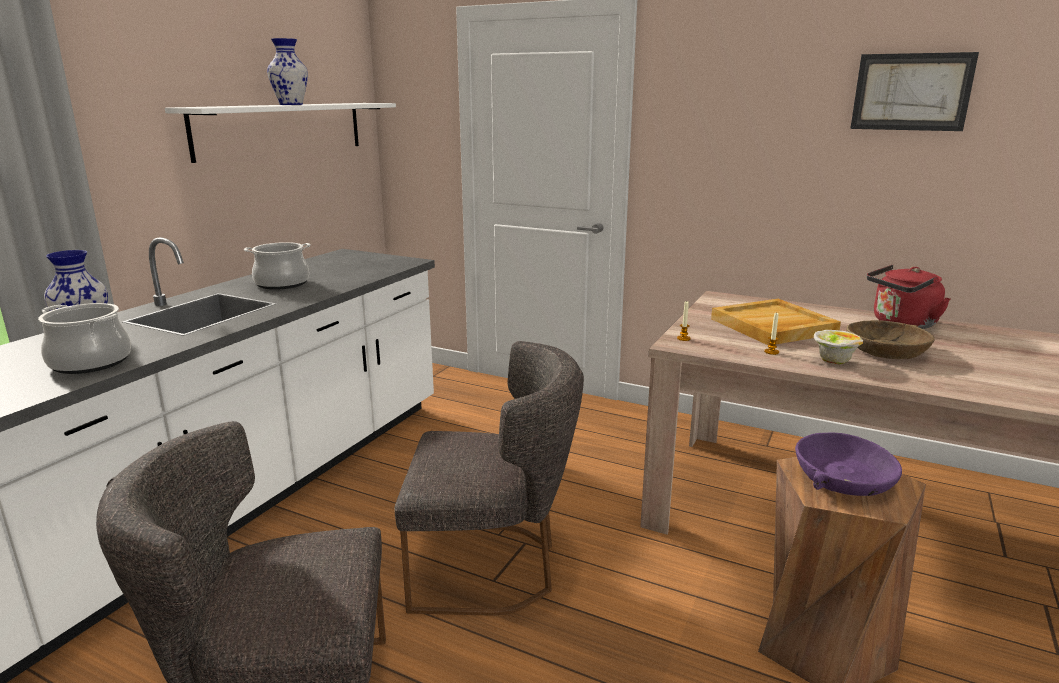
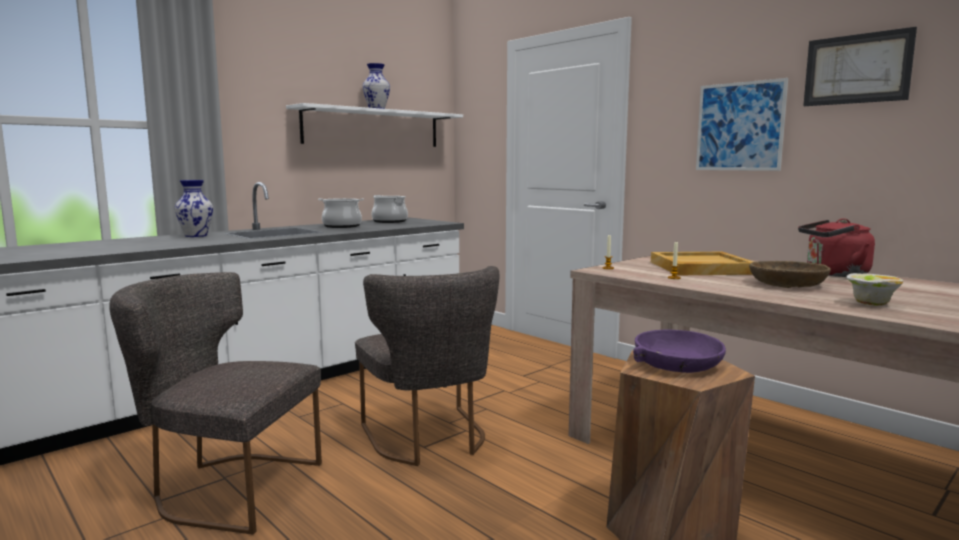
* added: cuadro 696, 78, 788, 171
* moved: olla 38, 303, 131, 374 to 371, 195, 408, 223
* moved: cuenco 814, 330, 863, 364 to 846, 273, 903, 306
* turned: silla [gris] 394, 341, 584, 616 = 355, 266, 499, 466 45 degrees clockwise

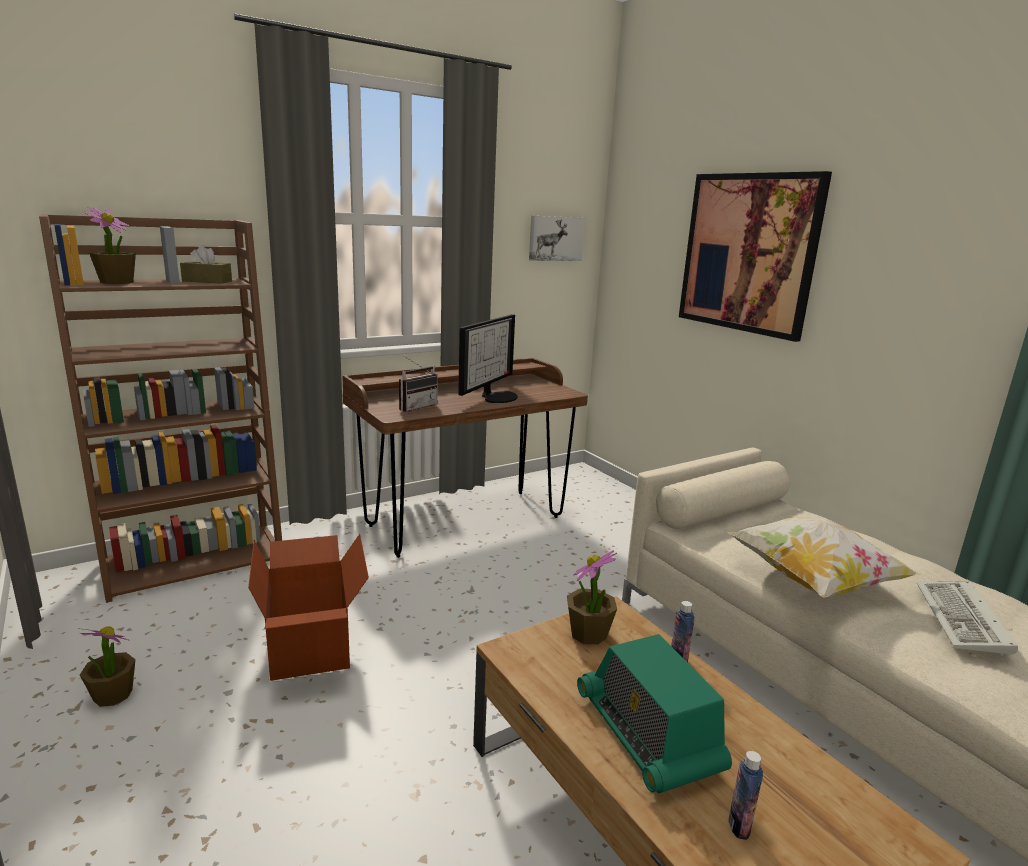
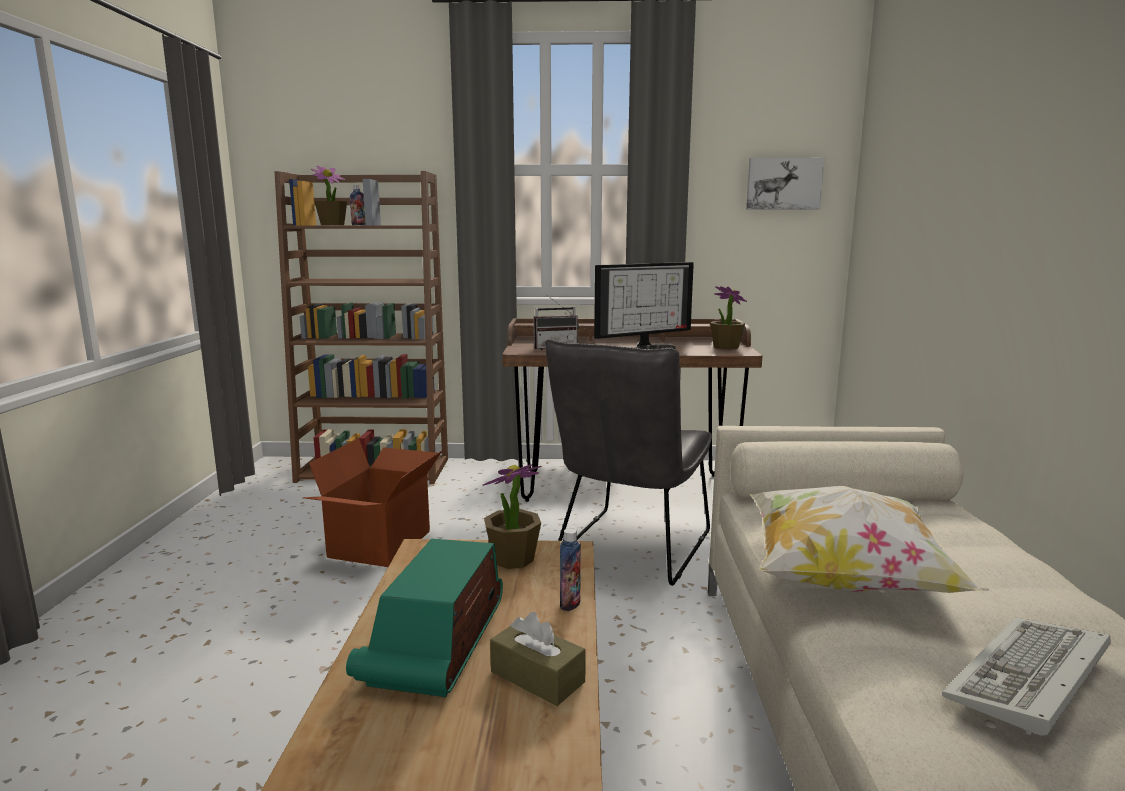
* removed: cuadro 679, 171, 832, 342
* added: silla [gris] 545, 339, 712, 586
* moved: planta en maceta 78, 627, 135, 707 to 710, 286, 747, 350
* moved: caja de pañuelos [marrón] 180, 245, 232, 284 to 490, 612, 586, 706
* moved: botella 729, 751, 763, 840 to 350, 185, 366, 225

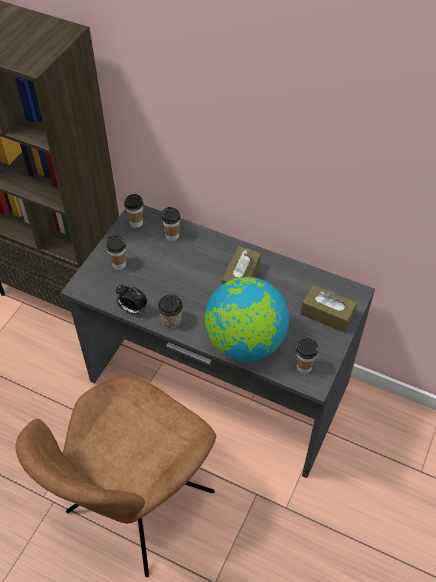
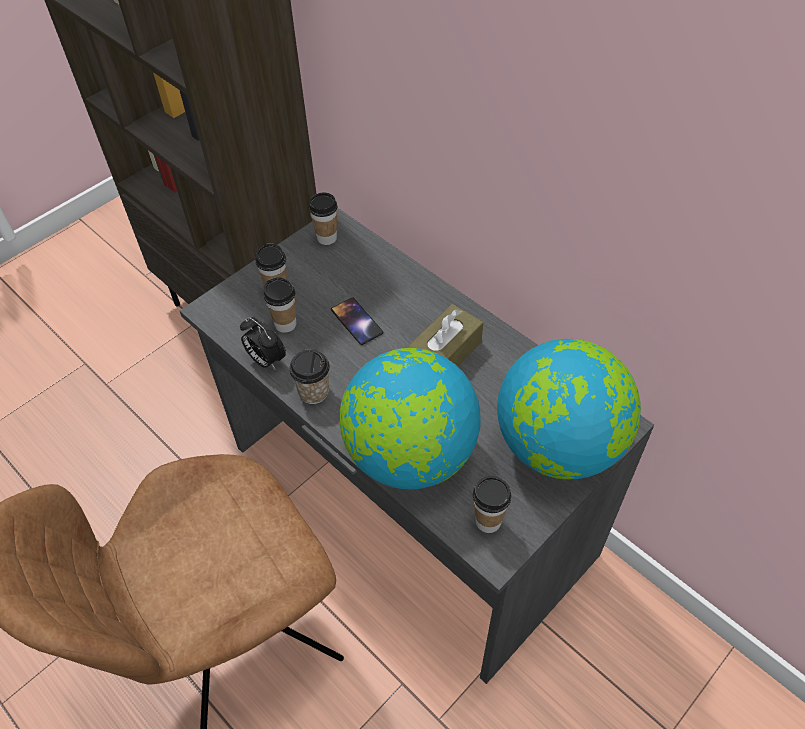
* added: móvil 331, 297, 383, 345
* moved: taza 161, 207, 181, 241 to 263, 277, 296, 333
* replaced: caja de pañuelos [marrón] 301, 285, 357, 333 to globo terráqueo 497, 339, 641, 479

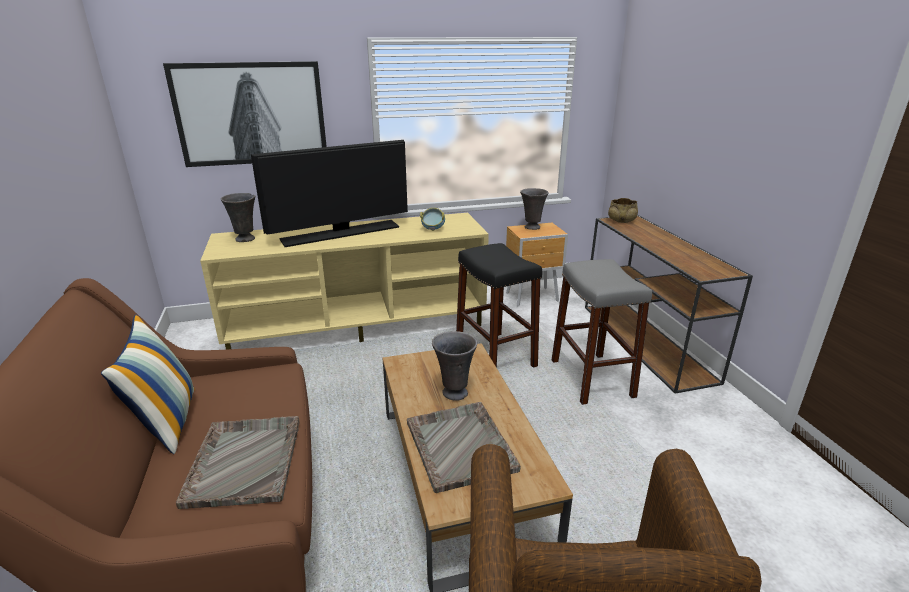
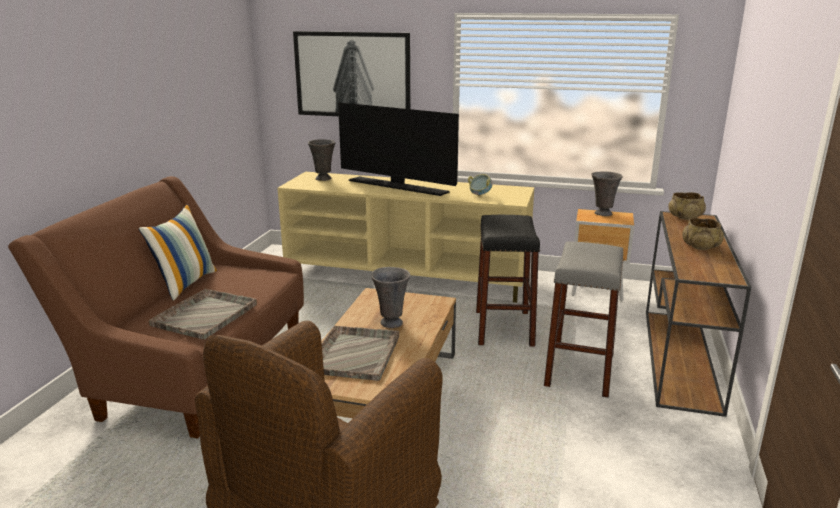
* added: cuenco [beis] 682, 218, 724, 250
* turned: televisor 251, 140, 408, 247 = 338, 102, 459, 196 150 degrees counterclockwise

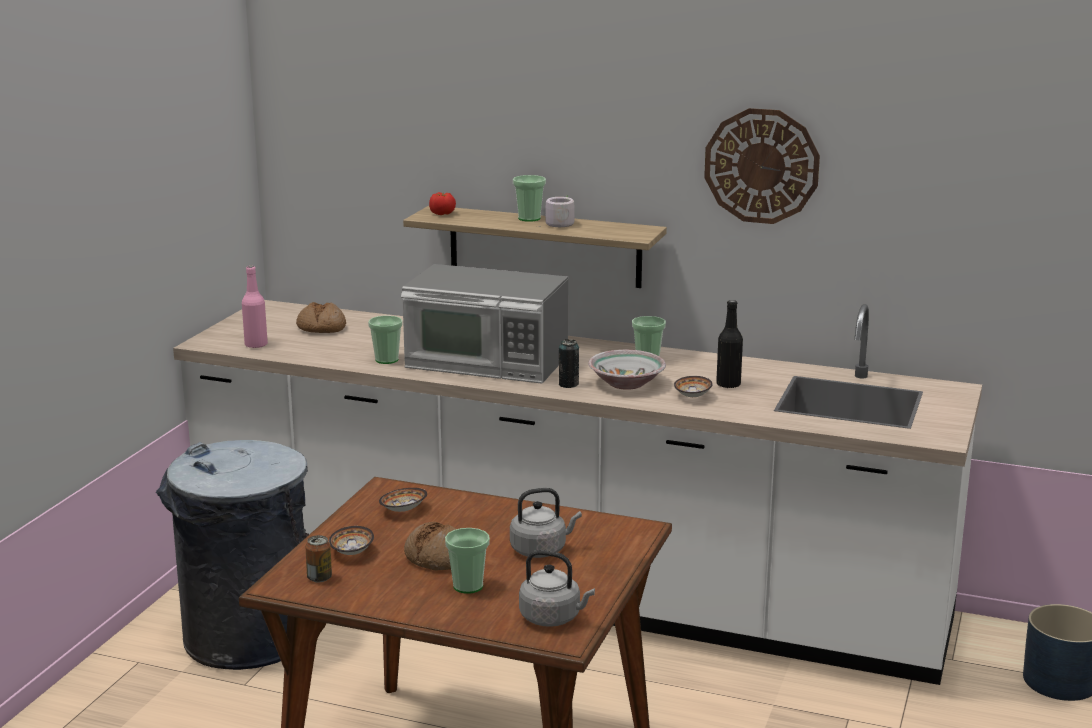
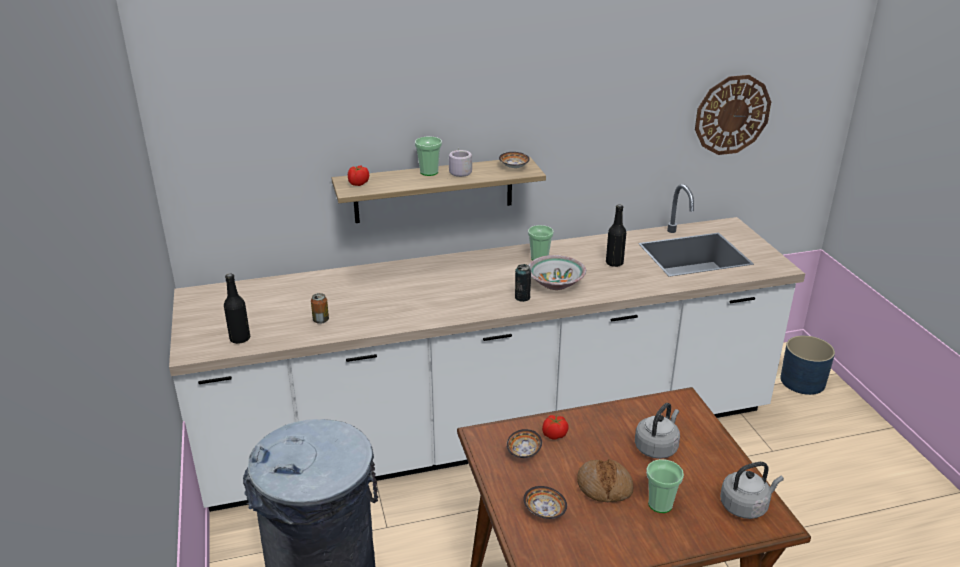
* removed: pan 296, 302, 346, 333
* removed: taza 368, 316, 403, 364
* removed: microondas 401, 264, 568, 384
* added: tomate 542, 415, 568, 440
* moved: lata 305, 535, 332, 582 to 311, 293, 329, 324
* moved: cuenco 674, 376, 713, 397 to 499, 152, 530, 168
* moved: reloj de pared 704, 108, 820, 224 to 695, 75, 771, 155
* recoloured: botella [rosa] 242, 266, 268, 348 to botella [negro] 224, 274, 250, 344

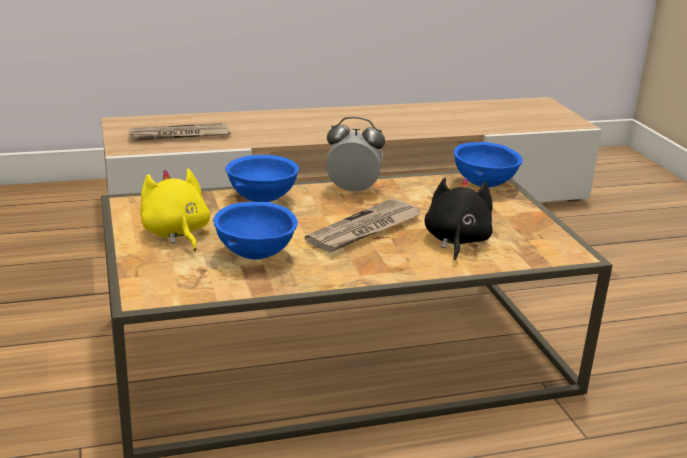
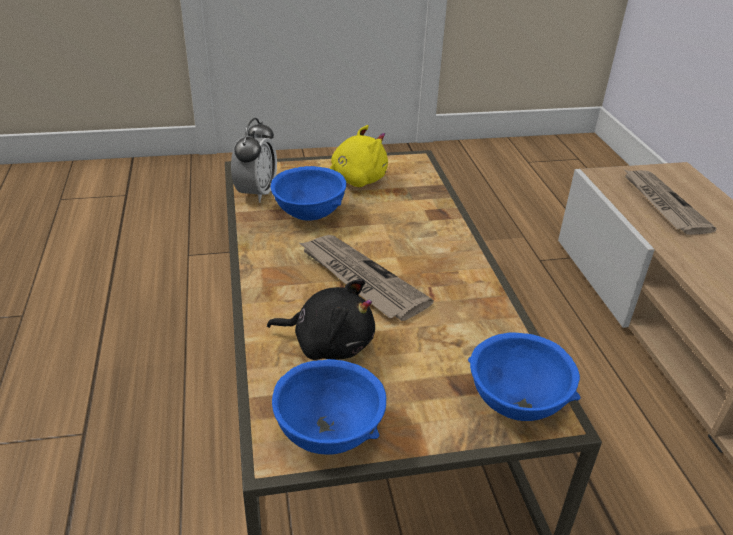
* moved: cuenco [azul] 225, 155, 299, 202 to 272, 359, 386, 455
* moved: despertador 326, 117, 385, 193 to 231, 118, 277, 203

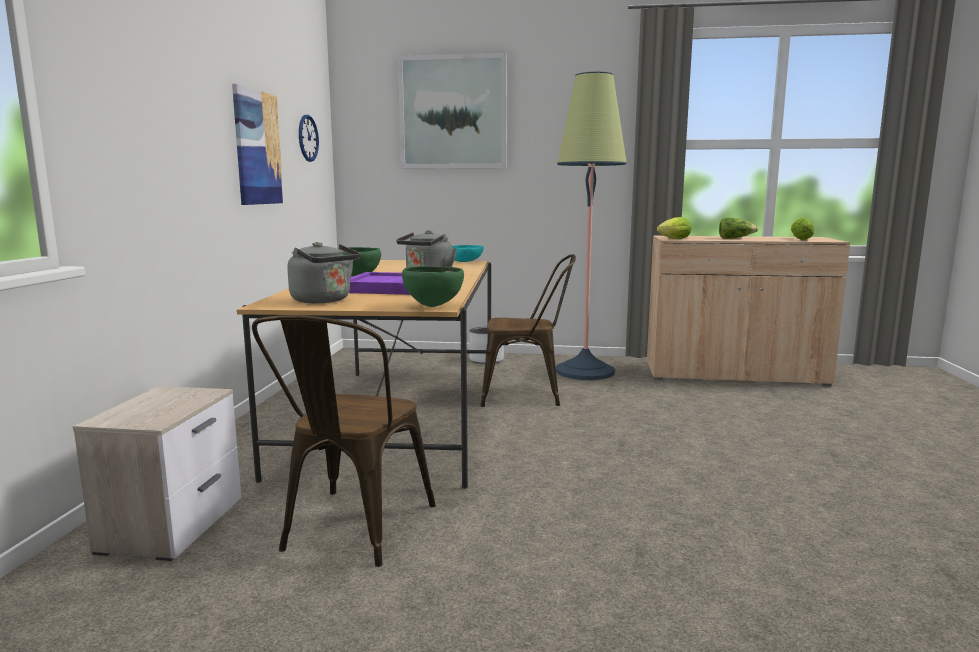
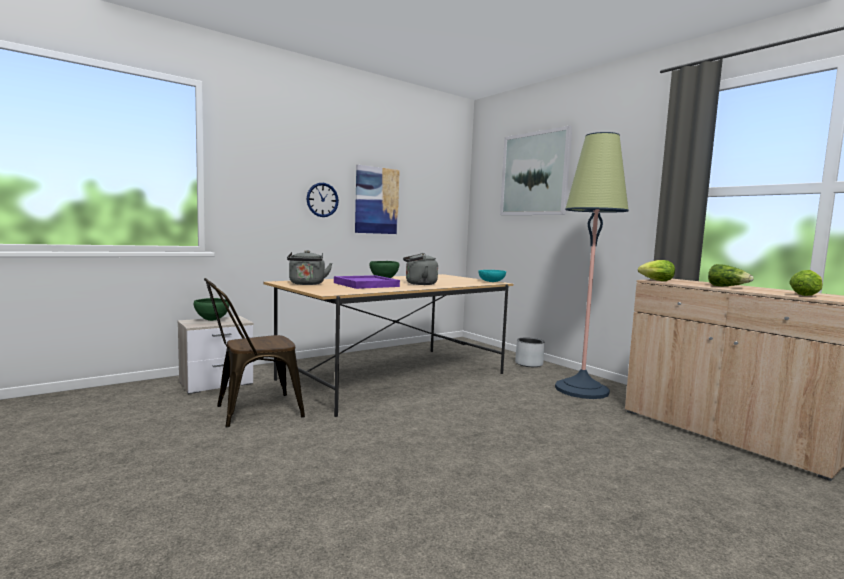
* removed: silla [marrón] 481, 254, 576, 407
* moved: reloj de pared 299, 115, 319, 162 to 307, 183, 339, 217
* moved: cuenco [verde] 402, 266, 464, 307 to 194, 298, 229, 321

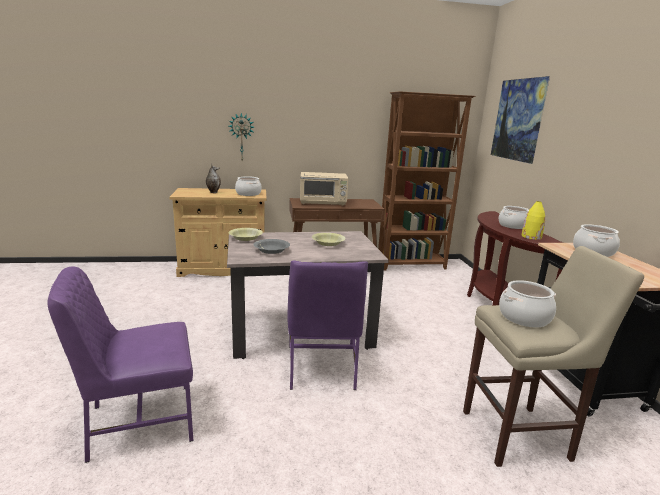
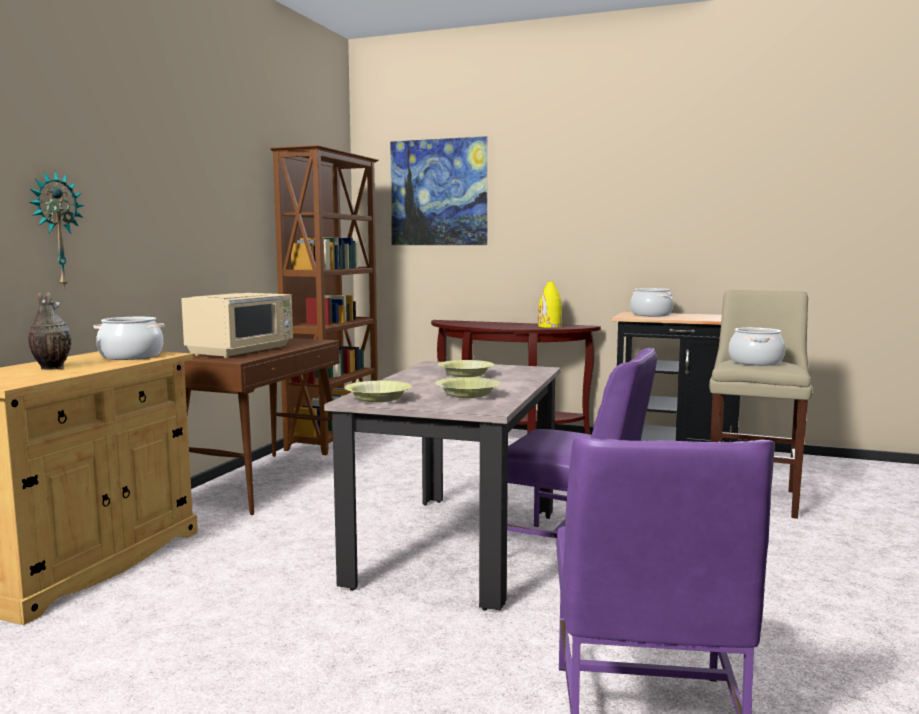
* removed: olla 499, 206, 529, 229
* recoloured: cuenco [gris] 253, 239, 290, 254 to cuenco [amarillo] 435, 377, 501, 398

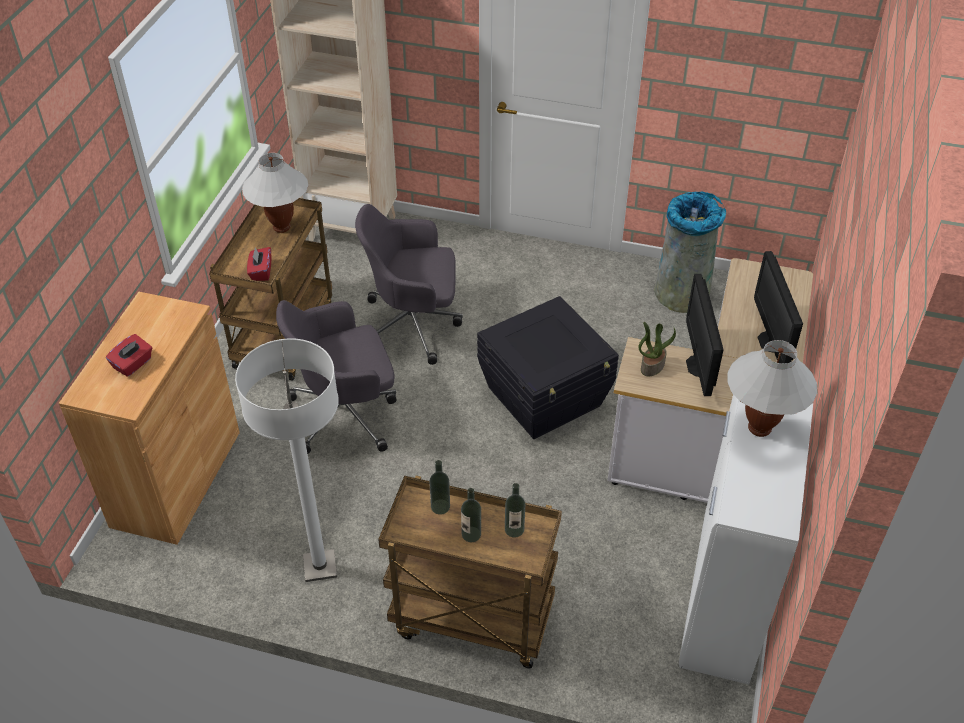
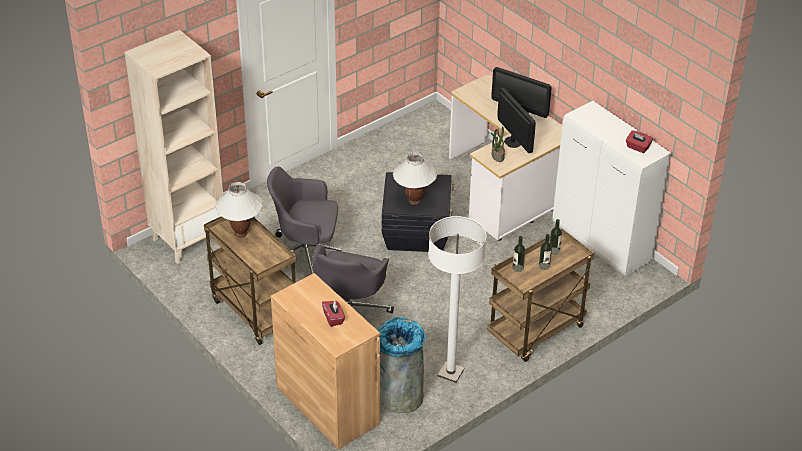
* moved: caja de pañuelos [rojo] 247, 247, 271, 281 to 626, 131, 653, 153
* moved: papelera [gris] 654, 191, 726, 313 to 378, 317, 426, 413
* moved: lámpara de mesa [blanco] 727, 340, 817, 437 to 393, 152, 437, 205
* turned: silla de oficina [gris] 355, 204, 463, 365 = 267, 166, 342, 274 60 degrees clockwise
* turned: monitor 686, 274, 724, 396 = 497, 88, 536, 153 150 degrees counterclockwise

